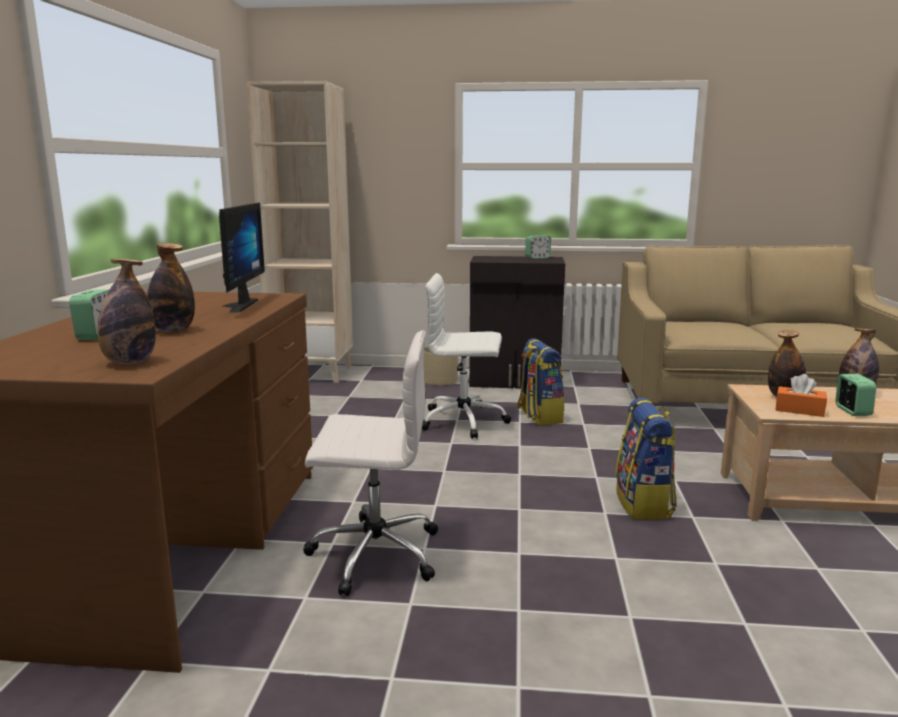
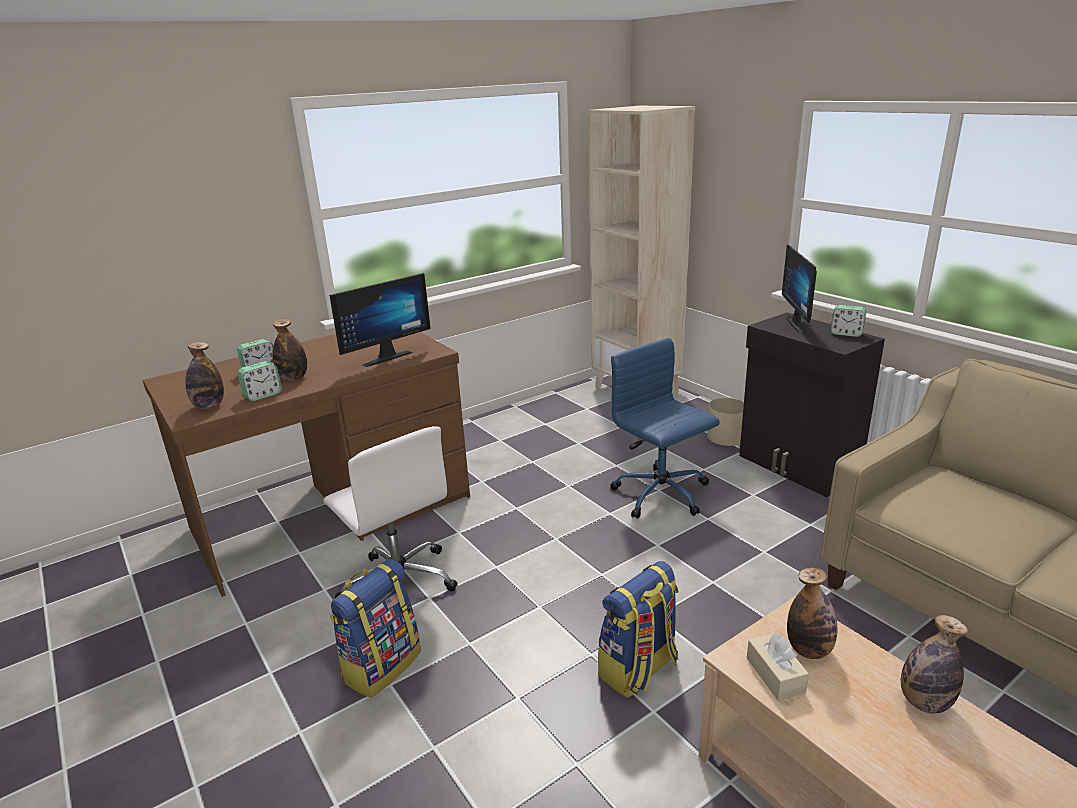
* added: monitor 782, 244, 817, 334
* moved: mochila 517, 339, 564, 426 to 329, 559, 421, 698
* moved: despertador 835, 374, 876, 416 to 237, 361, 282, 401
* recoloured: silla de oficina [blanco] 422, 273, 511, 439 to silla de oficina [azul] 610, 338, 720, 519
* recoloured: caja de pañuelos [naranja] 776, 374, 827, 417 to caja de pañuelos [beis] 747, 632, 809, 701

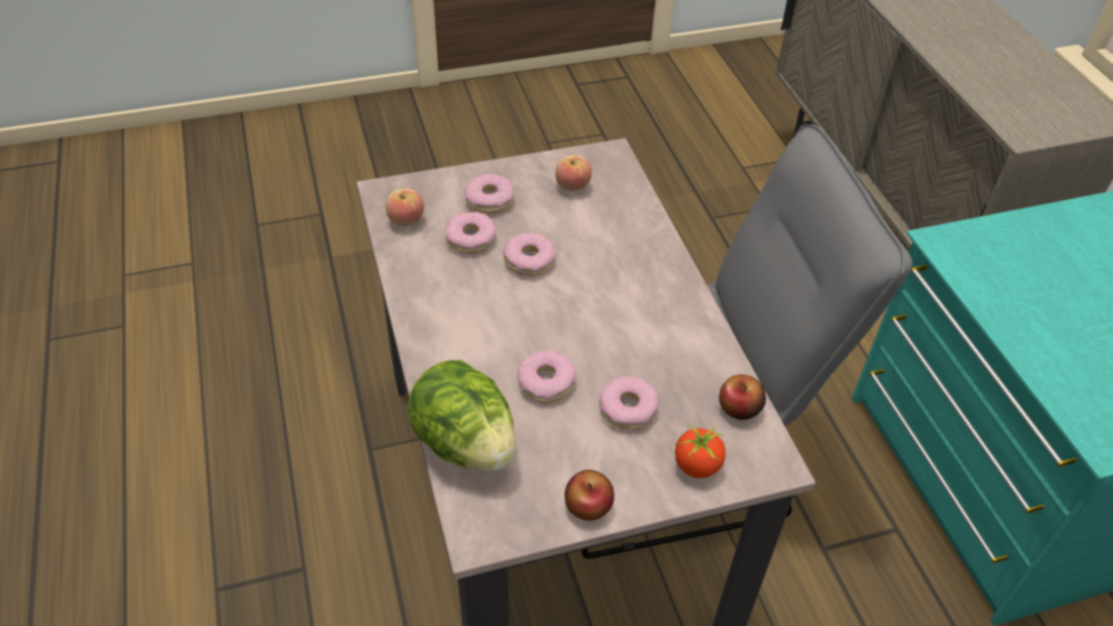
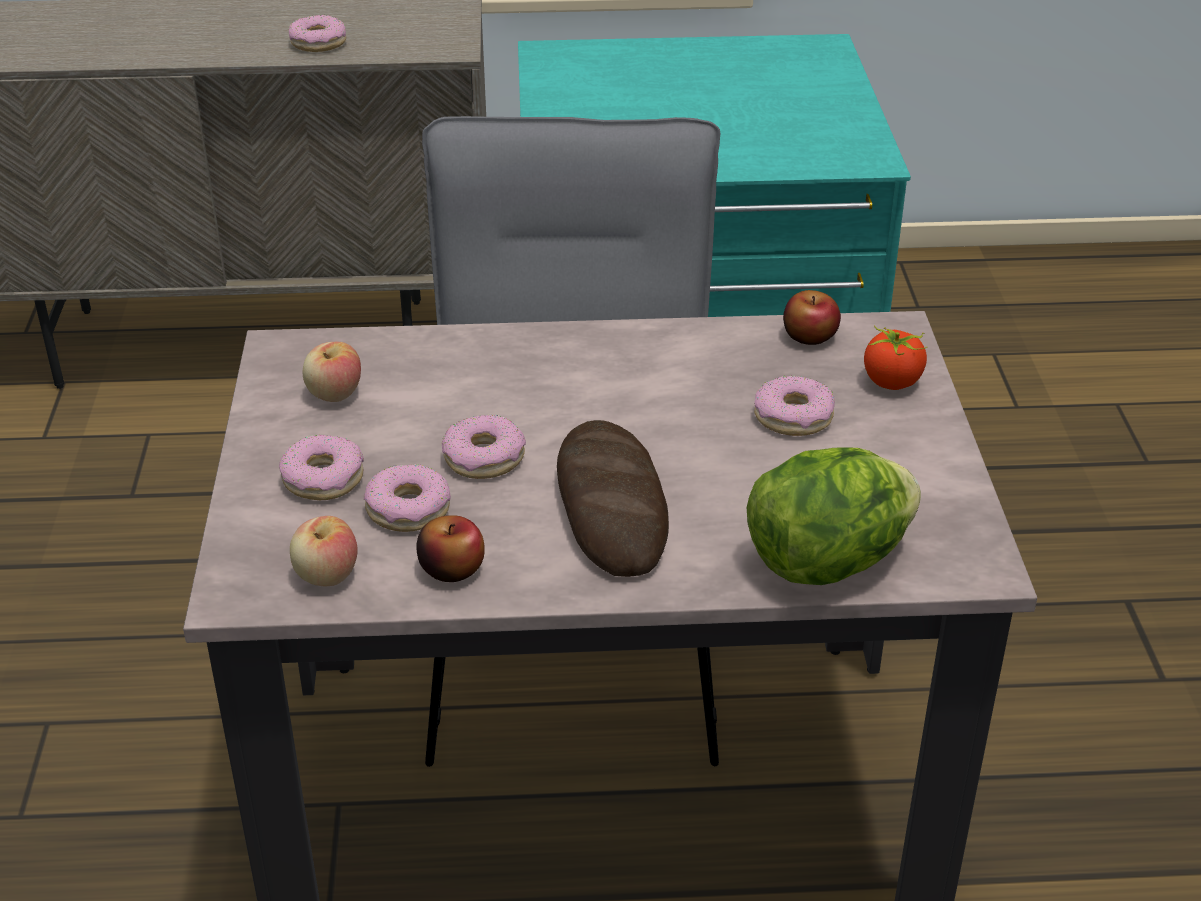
* added: pan 557, 420, 669, 577
* moved: rosquilla 517, 350, 576, 403 to 289, 15, 346, 52
* moved: manzana 565, 470, 614, 520 to 416, 515, 485, 582

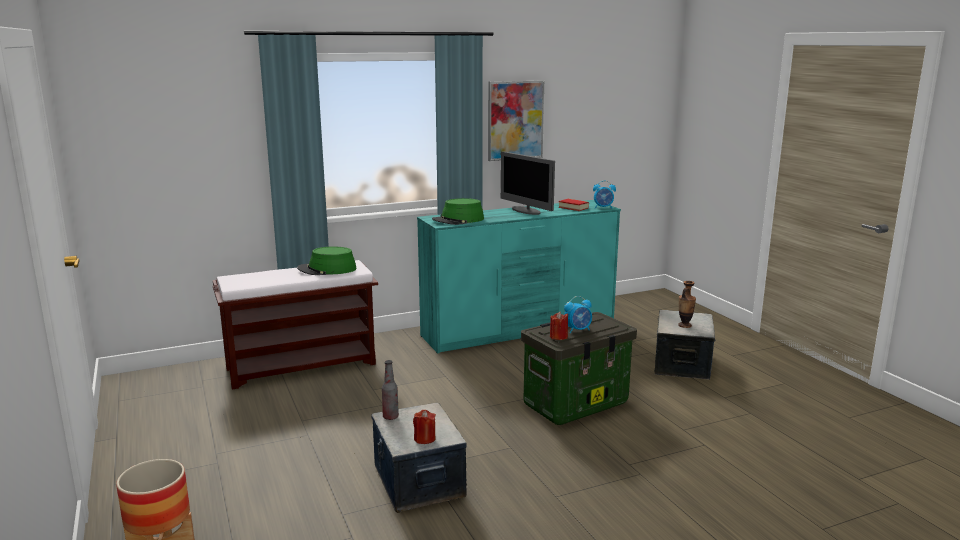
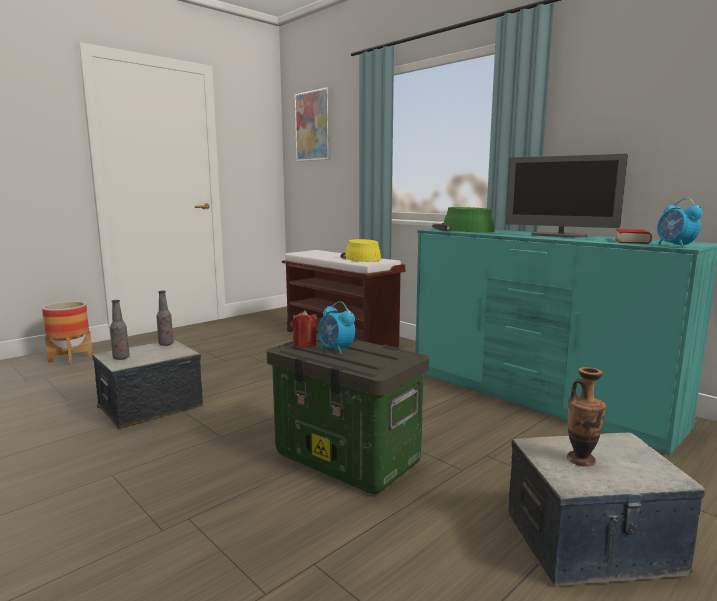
* moved: cuadro 488, 80, 544, 161 to 295, 87, 331, 161
* replaced: vela [rojo] 413, 410, 436, 444 to botella 110, 300, 130, 360
* recoloured: sombrero [verde] 297, 247, 357, 275 to sombrero [amarillo] 340, 239, 381, 262
* turned: monitor 501, 151, 555, 215 = 506, 154, 628, 237 90 degrees counterclockwise

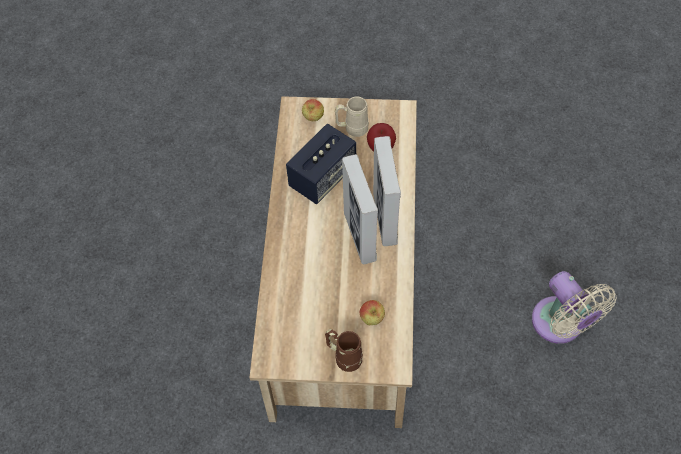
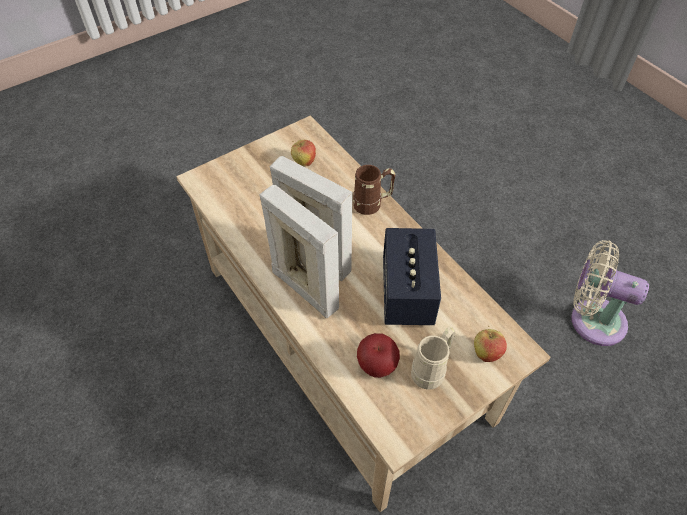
* moved: taza grande [marrón] 325, 329, 363, 372 to 353, 165, 396, 215
* moved: manzana 360, 300, 385, 325 to 291, 140, 316, 167
* moved: ventilador [beis] 532, 271, 616, 344 to 571, 240, 649, 346

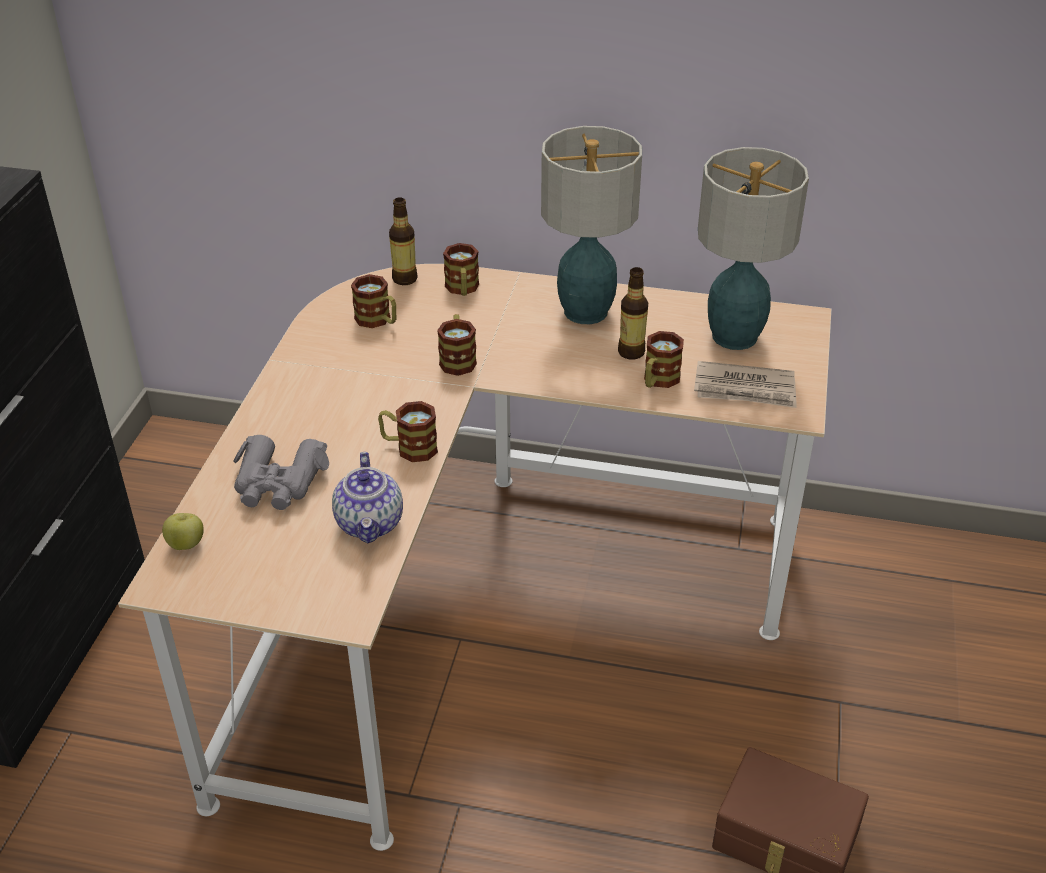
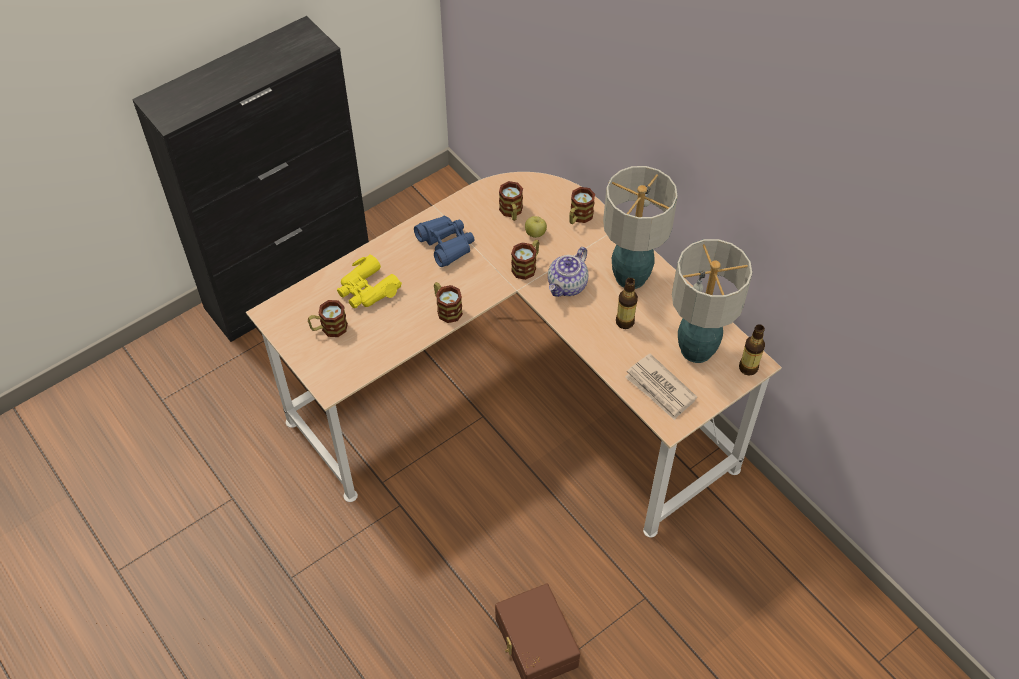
* added: prismáticos [azul] 414, 216, 474, 267
* moved: manzana 162, 513, 204, 550 to 525, 216, 547, 238
* moved: tetera 332, 452, 403, 544 to 548, 247, 588, 297
* moved: botella 389, 197, 418, 285 to 739, 324, 765, 376
* moved: taza grande 644, 331, 684, 388 to 308, 300, 348, 337
* recoloured: prismáticos [gris] 233, 435, 329, 510 to prismáticos [amarillo] 337, 254, 402, 308

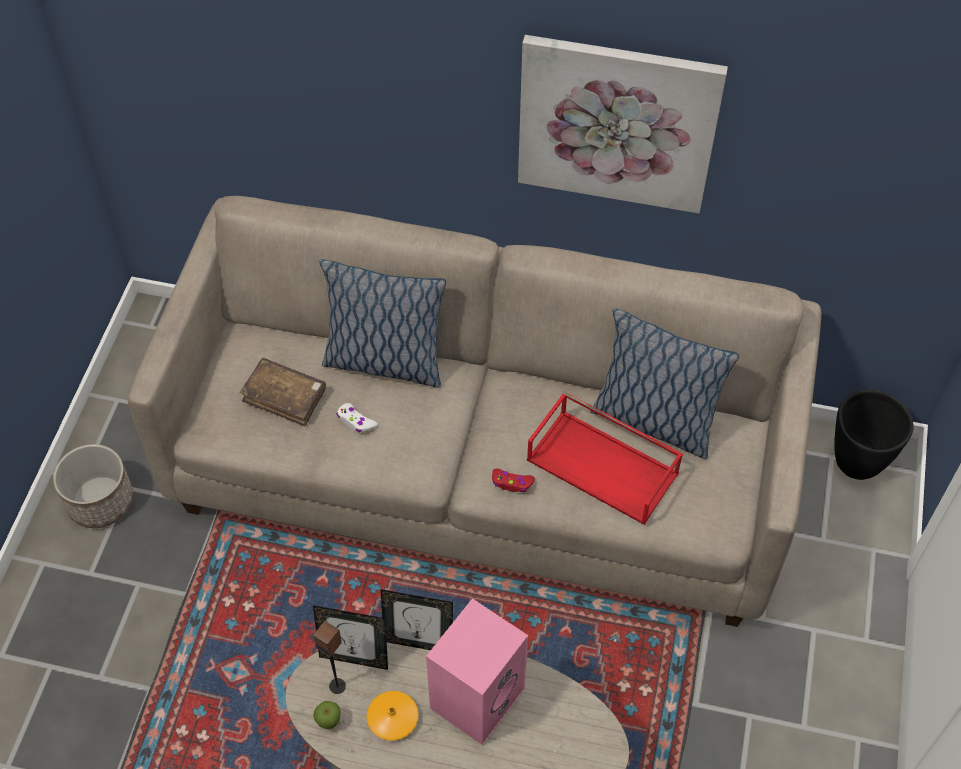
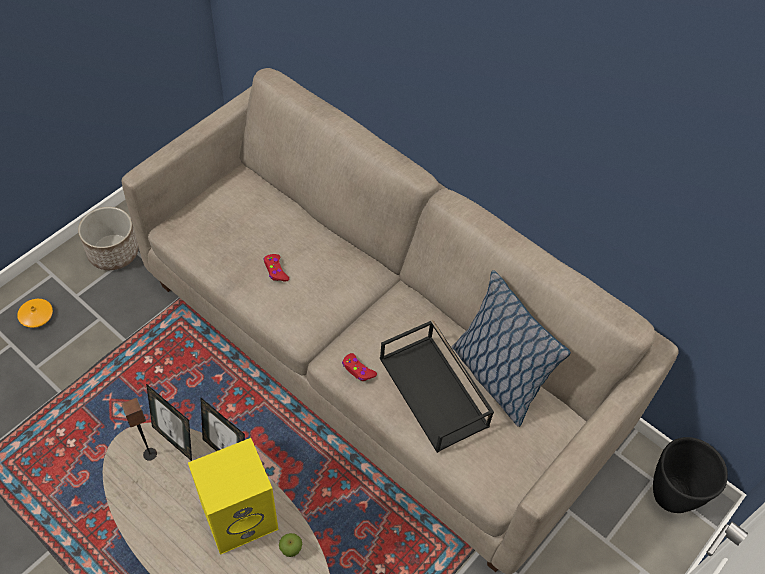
* removed: libro [marrón] 240, 358, 326, 427
* removed: cojín 319, 259, 446, 388
* removed: cuadro 518, 35, 728, 213
* moved: manzana 313, 701, 341, 729 to 279, 533, 302, 557
* moved: florero [naranja] 367, 691, 419, 741 to 17, 299, 53, 328
* recoloured: mando de consola [blanco] 336, 403, 378, 433 to mando de consola [rojo] 264, 254, 289, 282
* recoloured: altavoz [rosa] 426, 598, 528, 745 to altavoz [amarillo] 188, 438, 278, 555
* recoloured: bandeja [rojo] 527, 392, 683, 525 to bandeja [negro] 380, 320, 494, 453

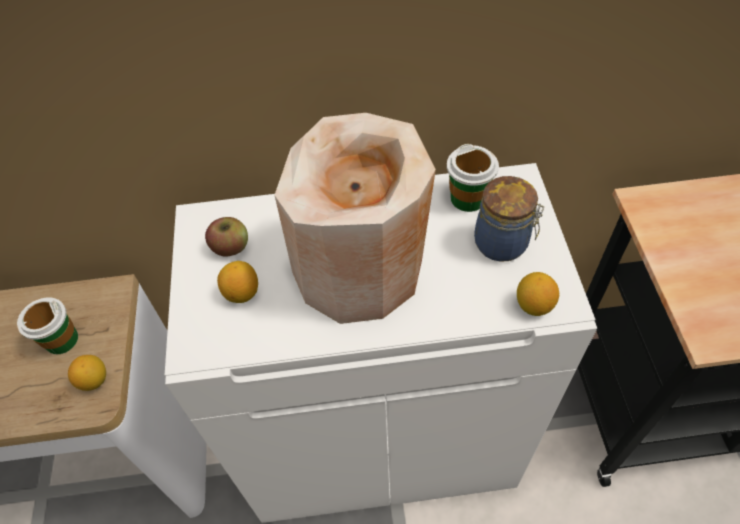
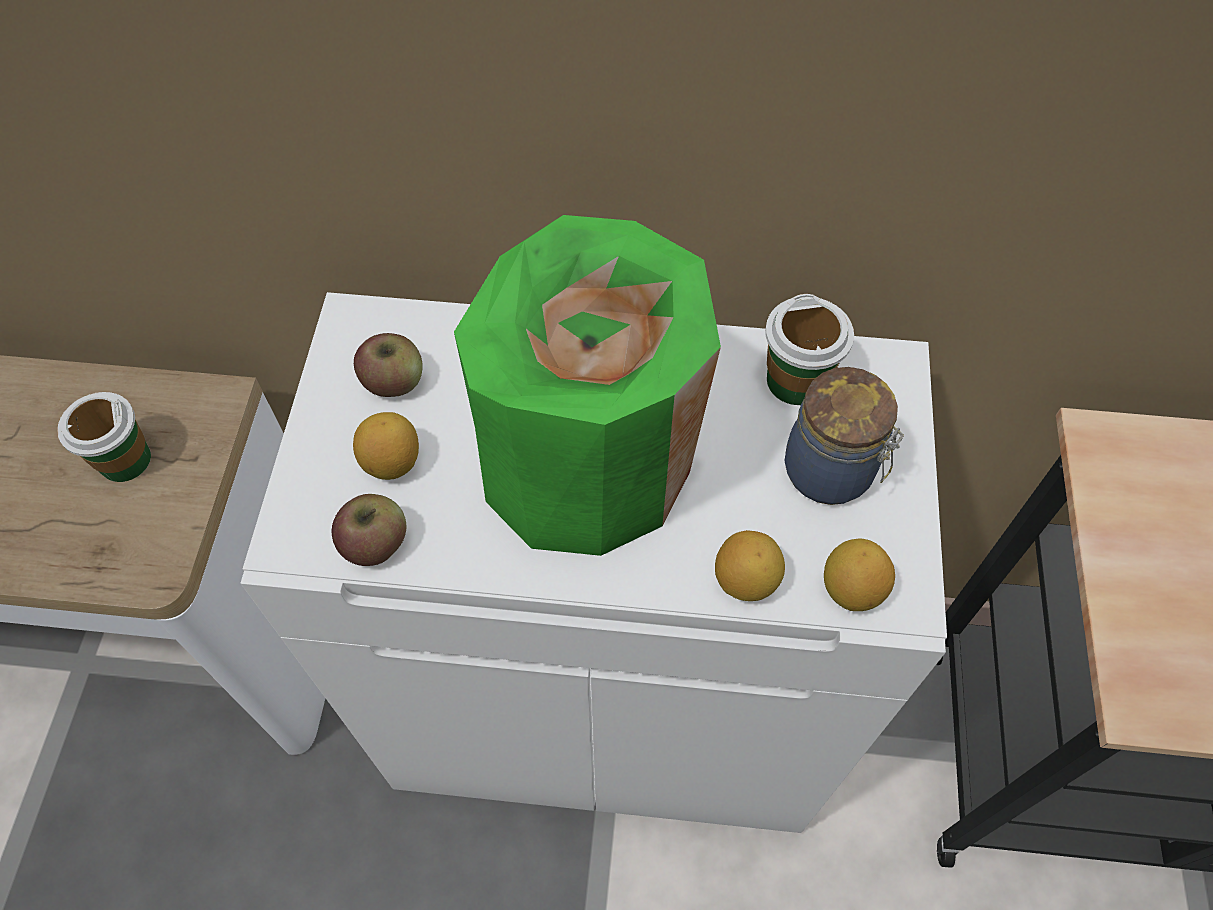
* added: manzana 332, 494, 406, 566
* moved: limón 68, 355, 106, 391 to 715, 530, 785, 601
* recoloured: florero [beis] 275, 113, 436, 324 to florero [verde] 454, 215, 721, 556

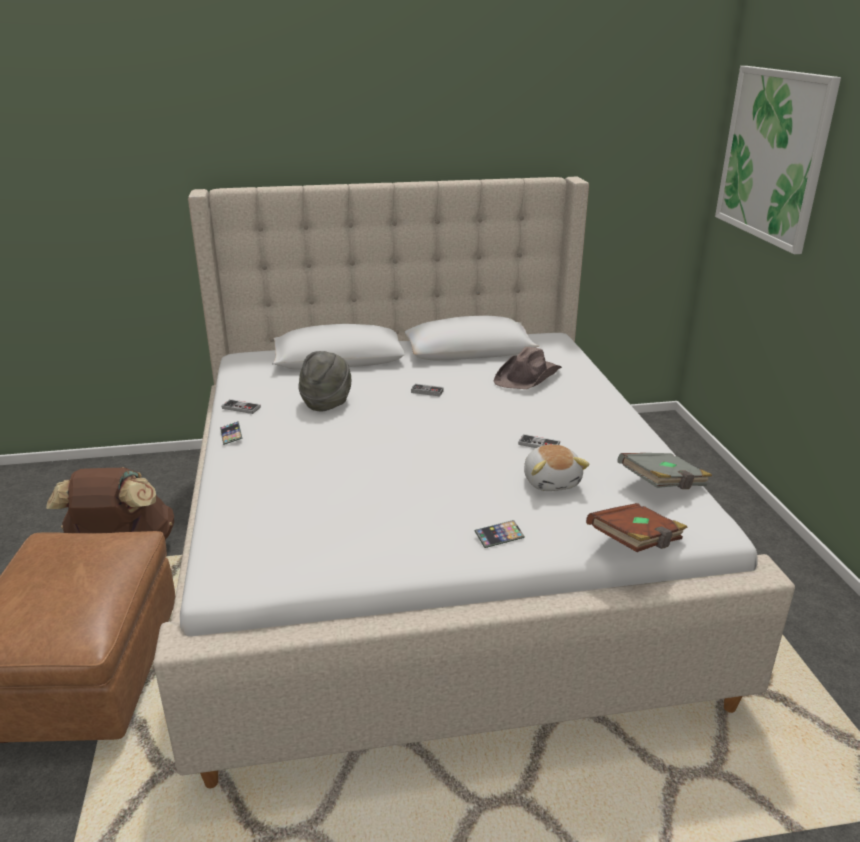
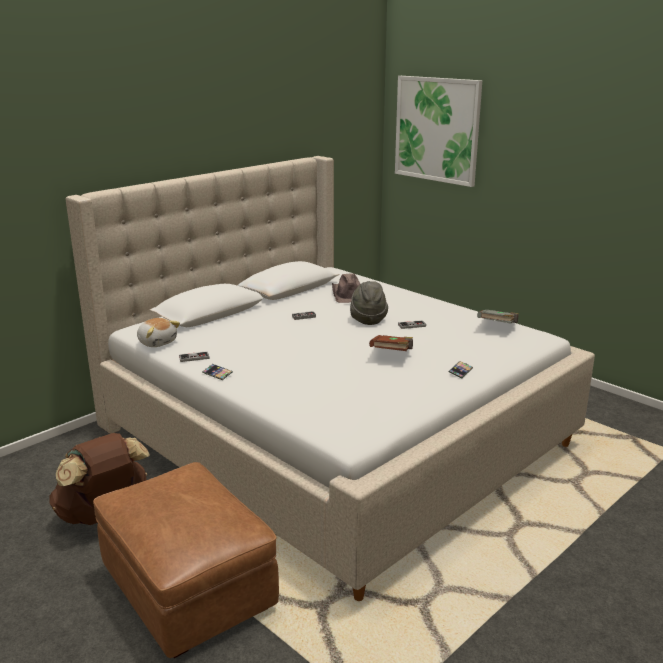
* moved: sombrero [gris] 298, 351, 351, 411 to 350, 281, 388, 325
* moved: peluche 524, 444, 589, 491 to 137, 318, 180, 347
* moved: libro [marrón] 586, 503, 688, 552 to 369, 335, 413, 351

